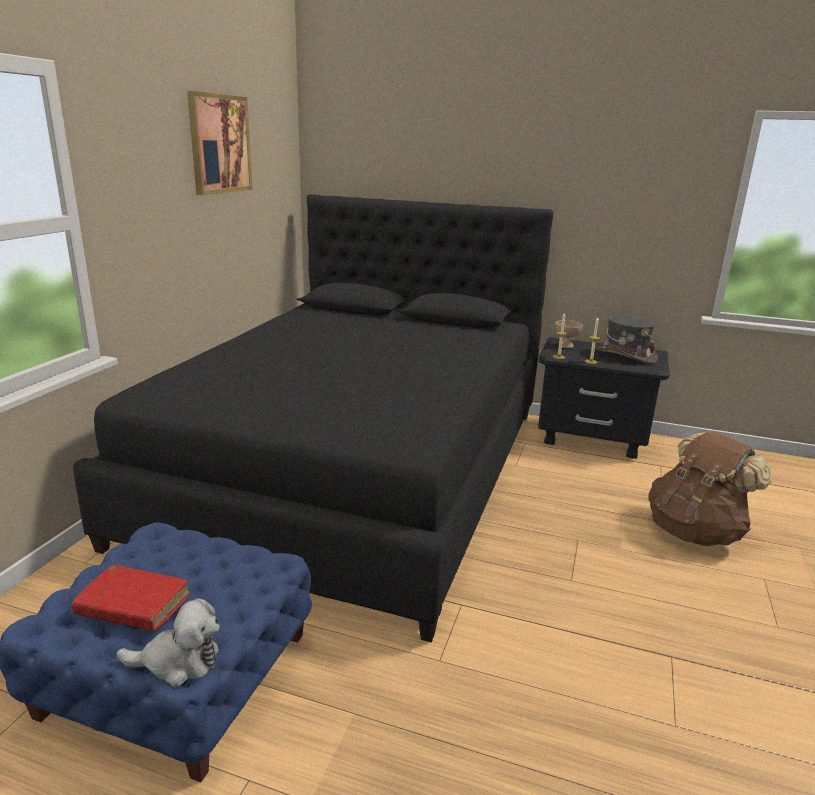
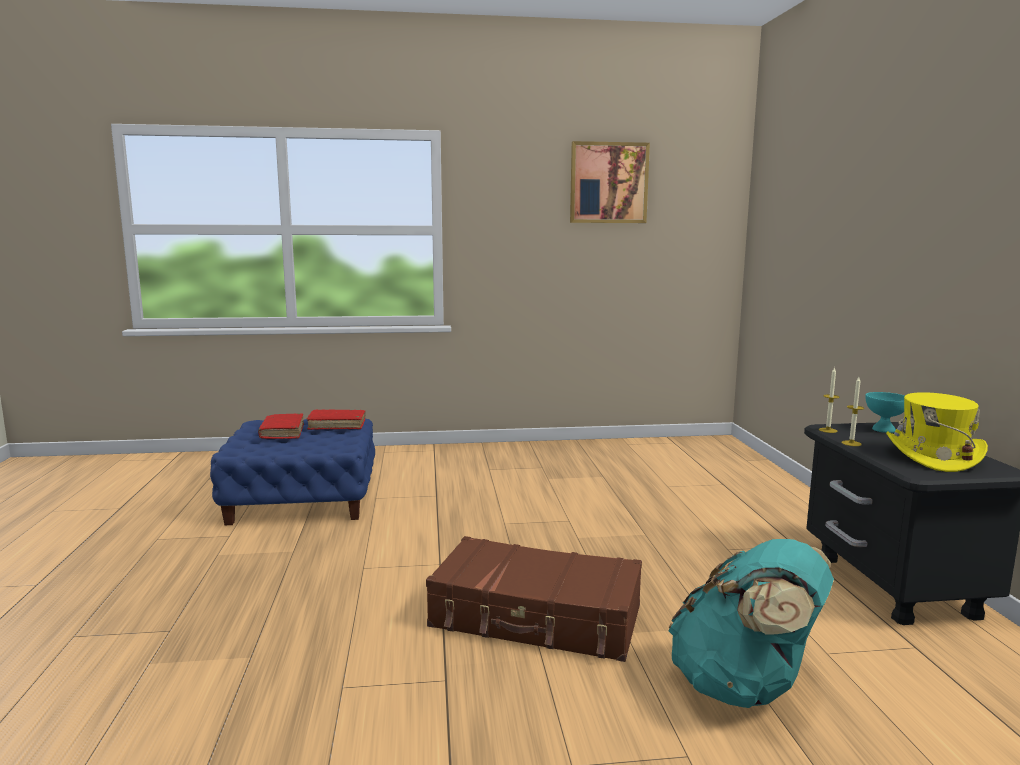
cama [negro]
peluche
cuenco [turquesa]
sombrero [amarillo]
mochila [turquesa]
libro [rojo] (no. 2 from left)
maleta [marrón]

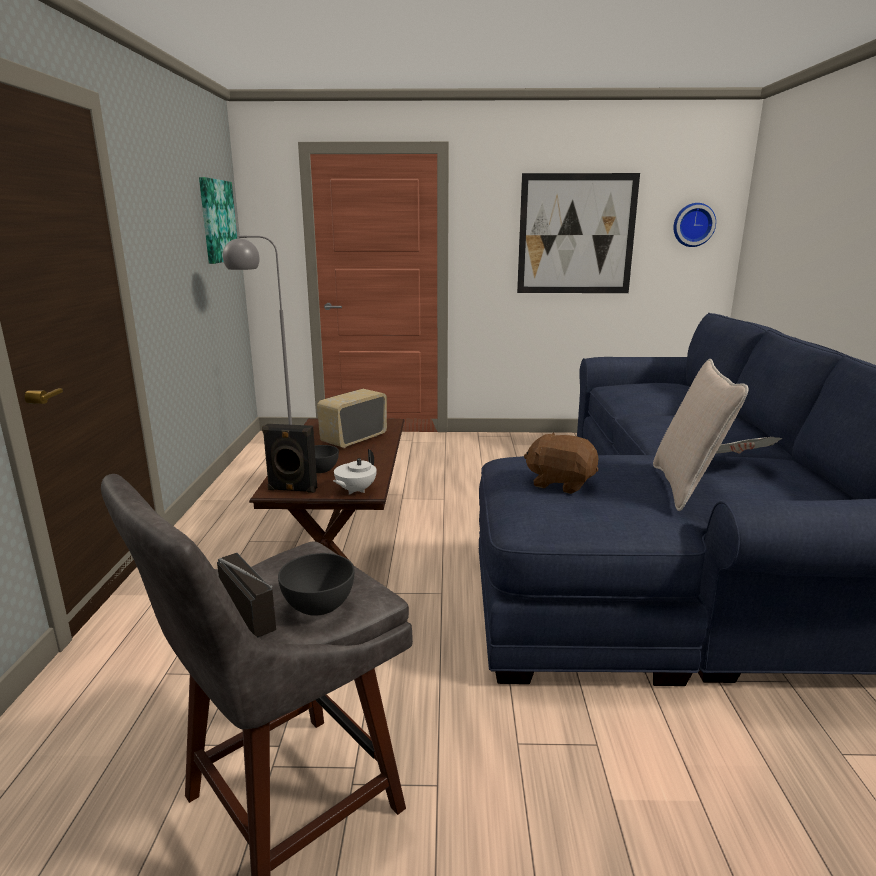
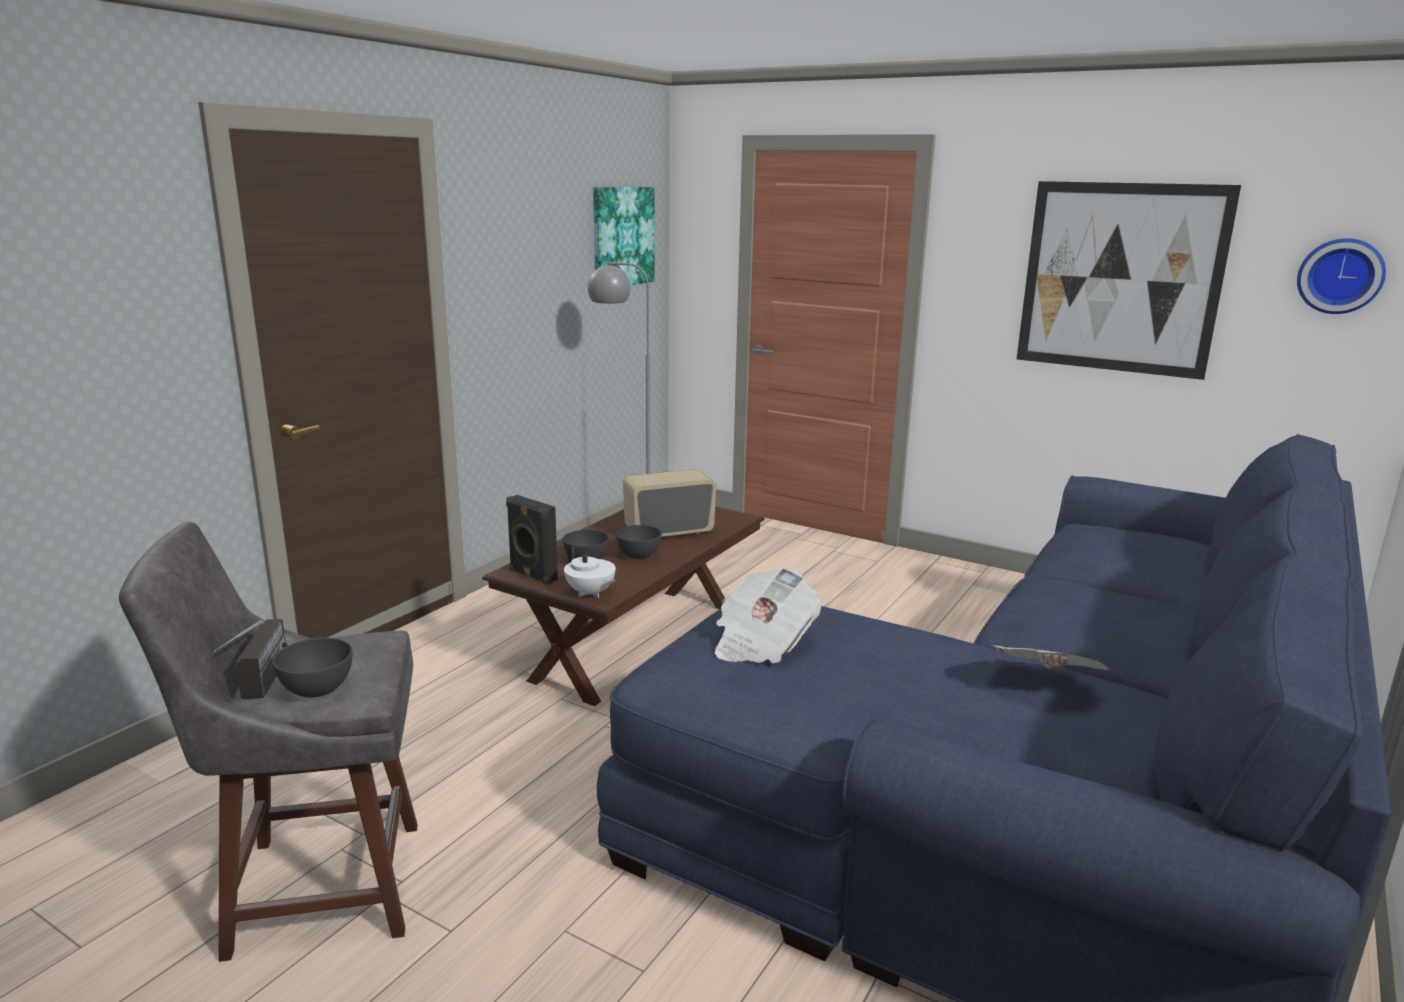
tetera [blanco]
periódico (no. 1 from left)
cojín [beis]
cuenco [gris] (no. 3 from left)

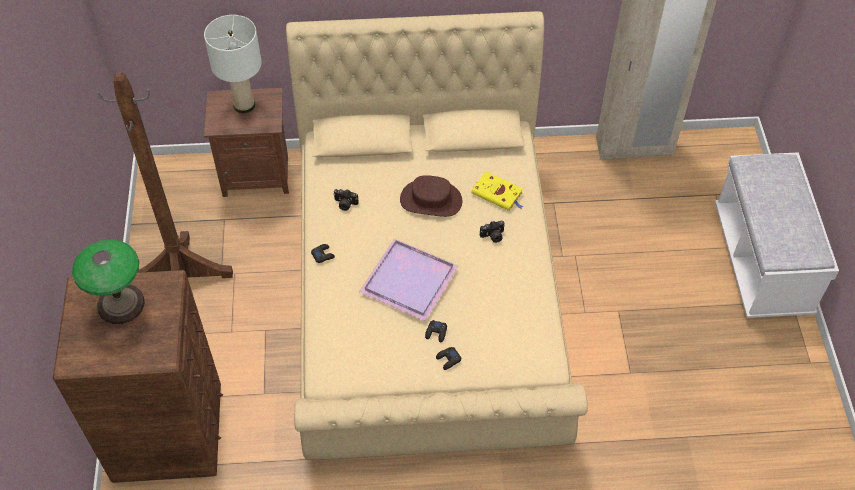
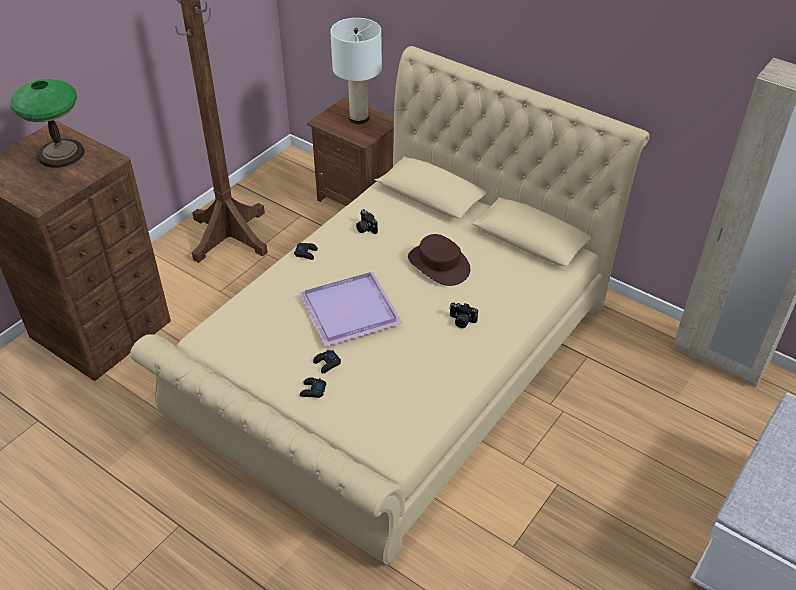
libro [amarillo]

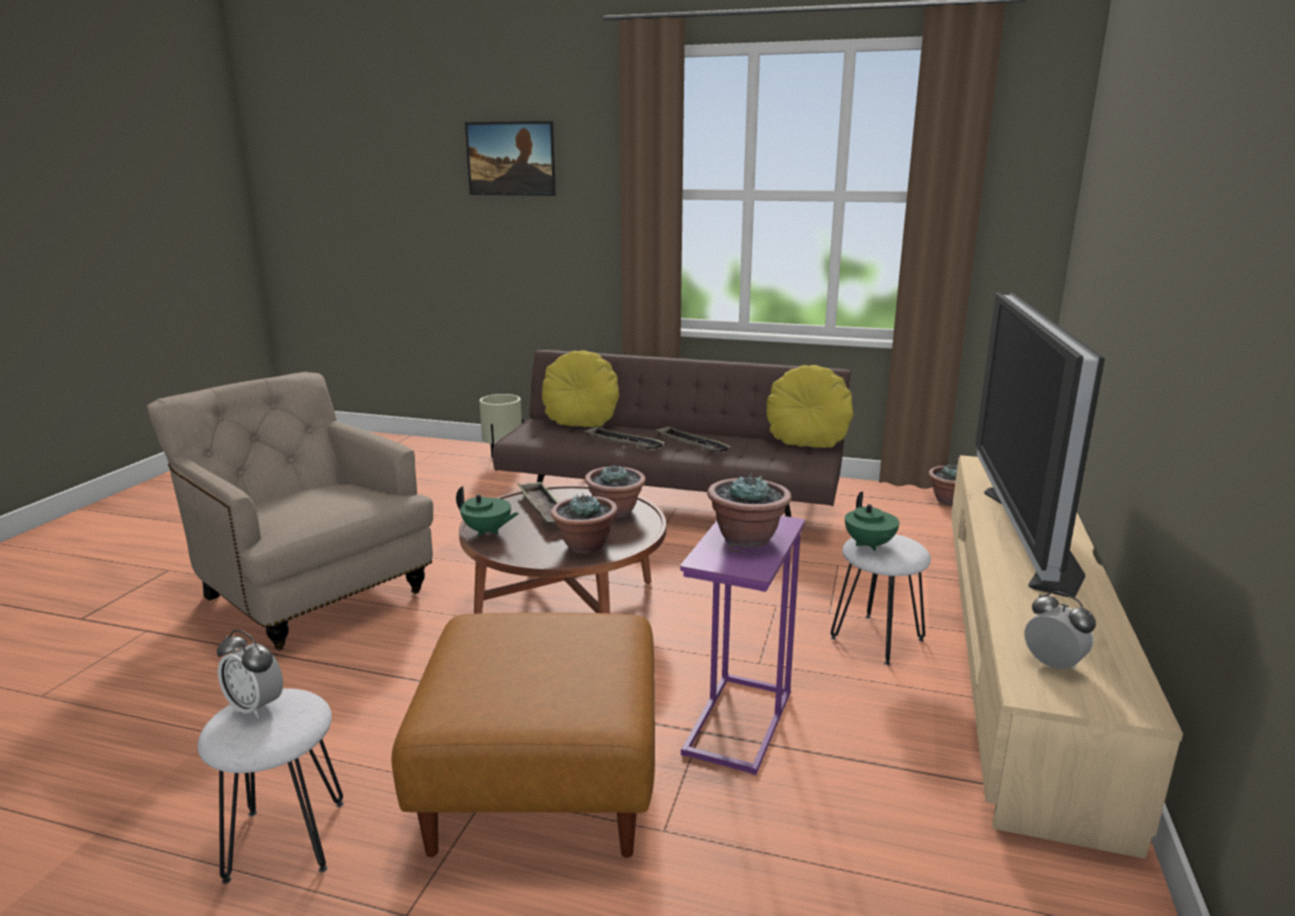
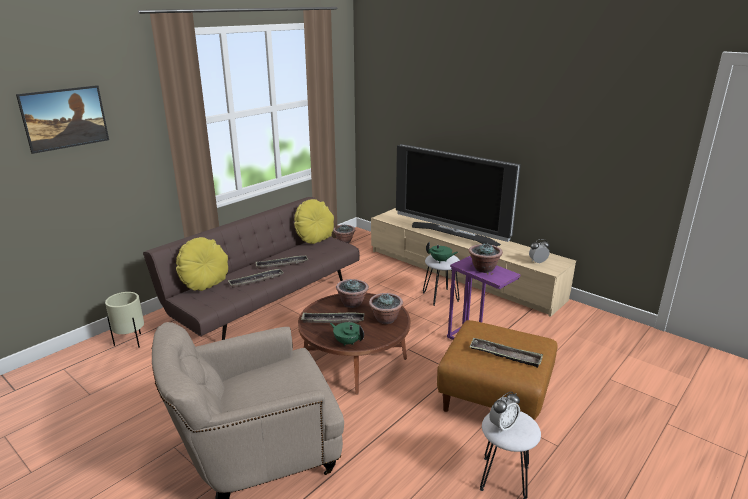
tetera [verde] (no. 1 from left)
bandeja (no. 4 from left)

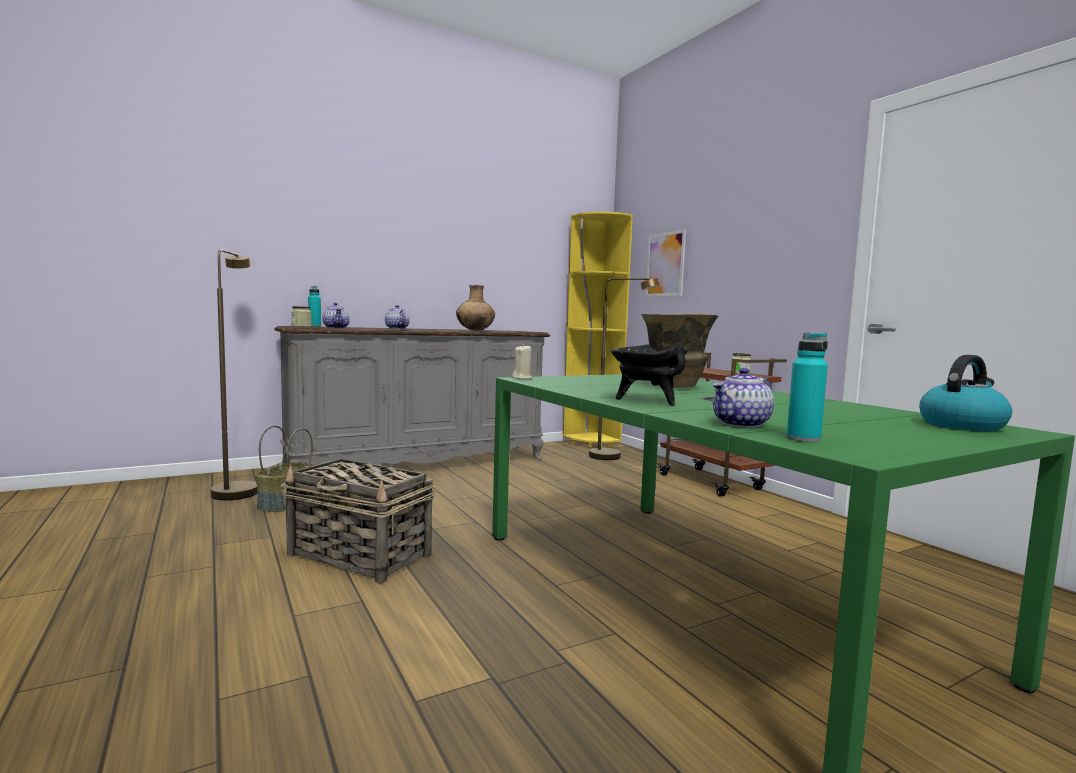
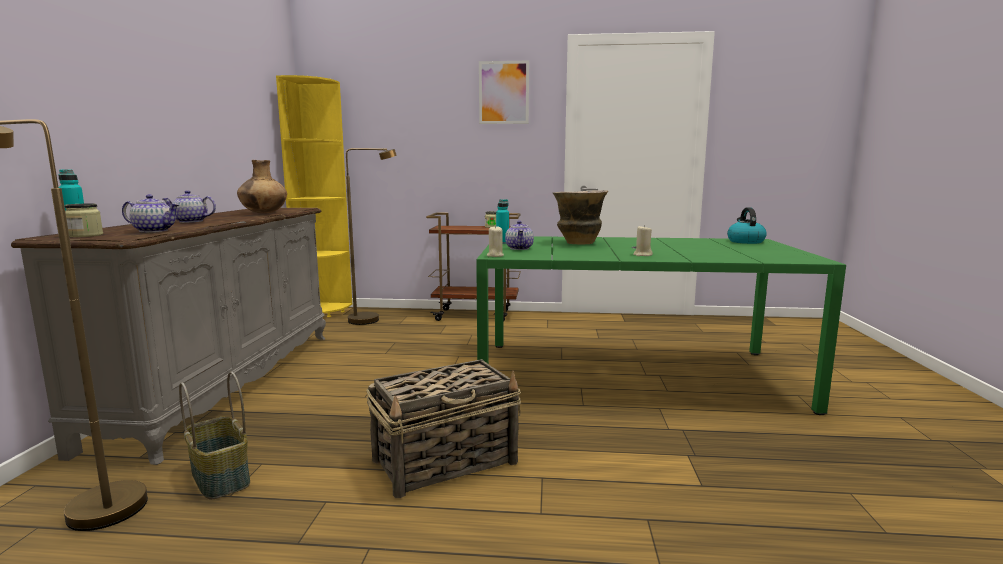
vela [beis] (no. 2 from left)
cuadro
tetera (no. 3 from left)
botella [turquesa] (no. 2 from left)

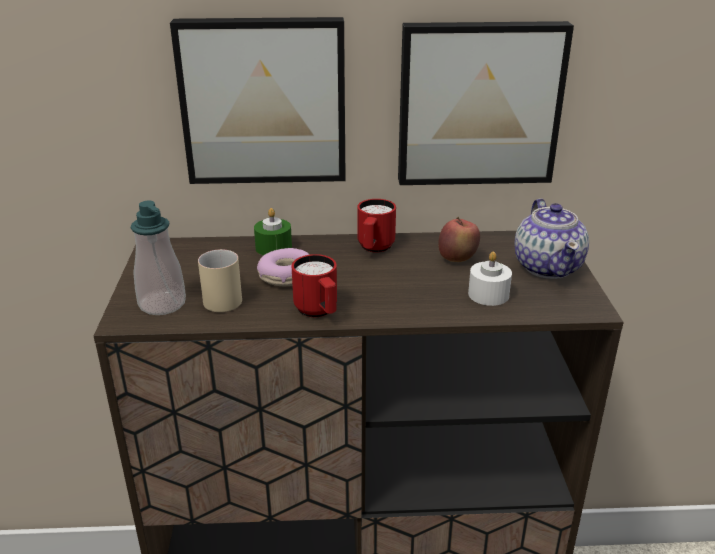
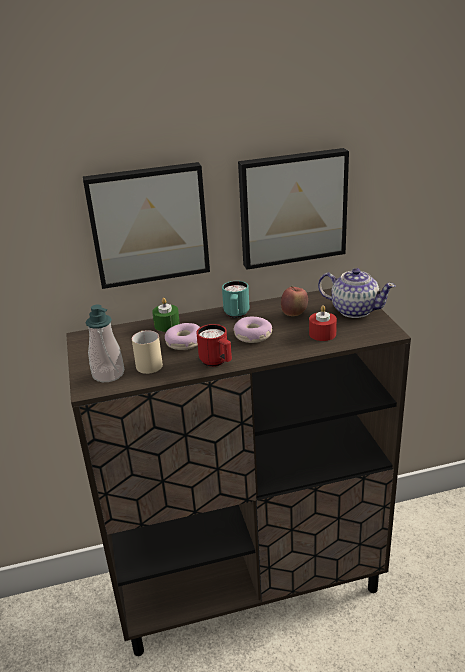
taza grande [turquesa]
vela [rojo]
tetera
rosquilla (no. 2 from left)

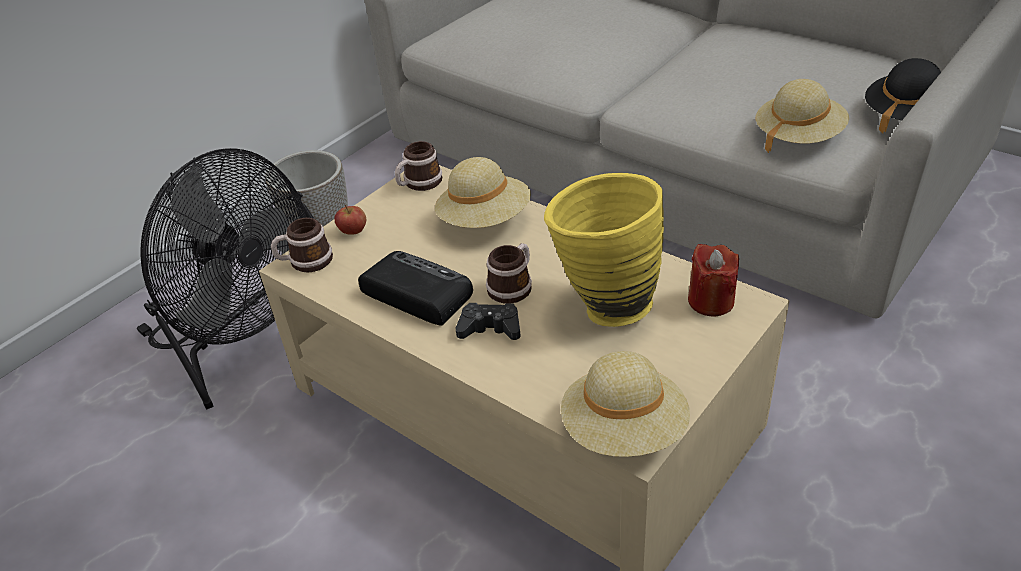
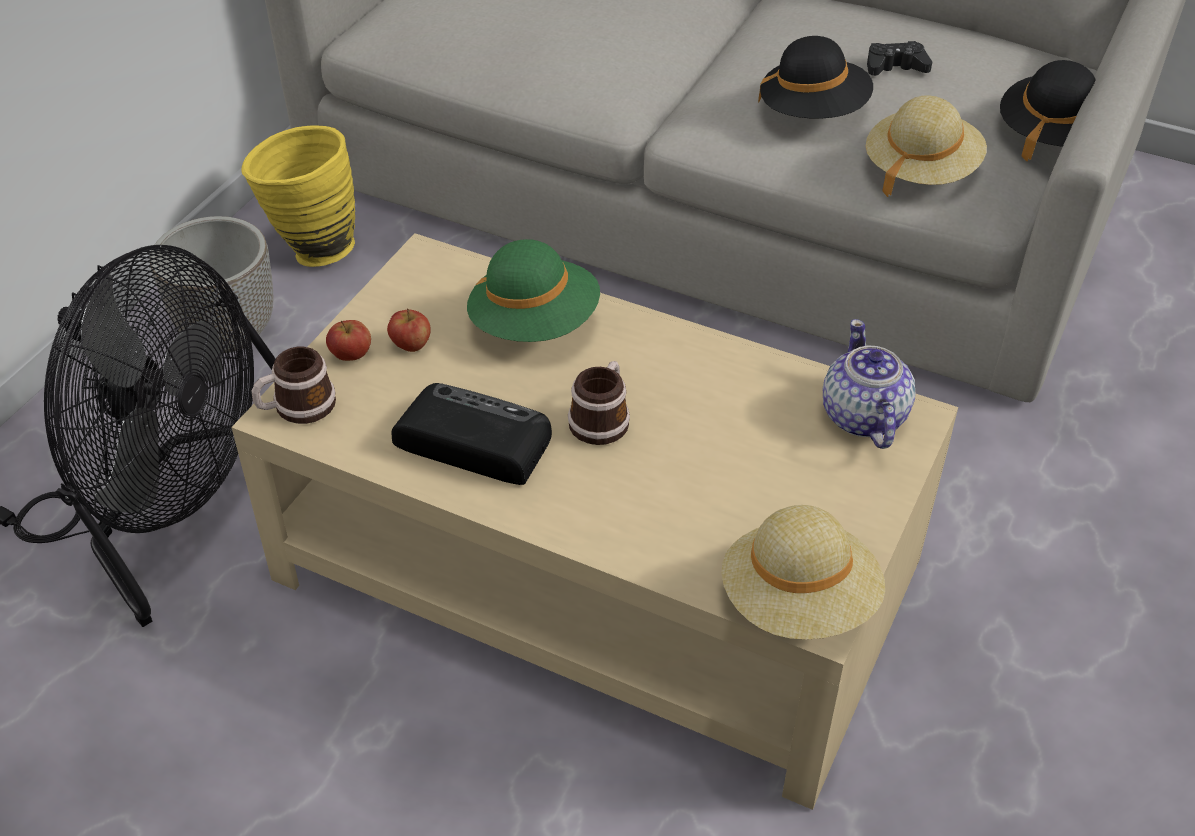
taza grande (no. 2 from left in the first image)
sombrero [verde]
mando de consola [negro]
florero [amarillo]
tetera
manzana (no. 2 from left)
sombrero [negro] (no. 1 from left)

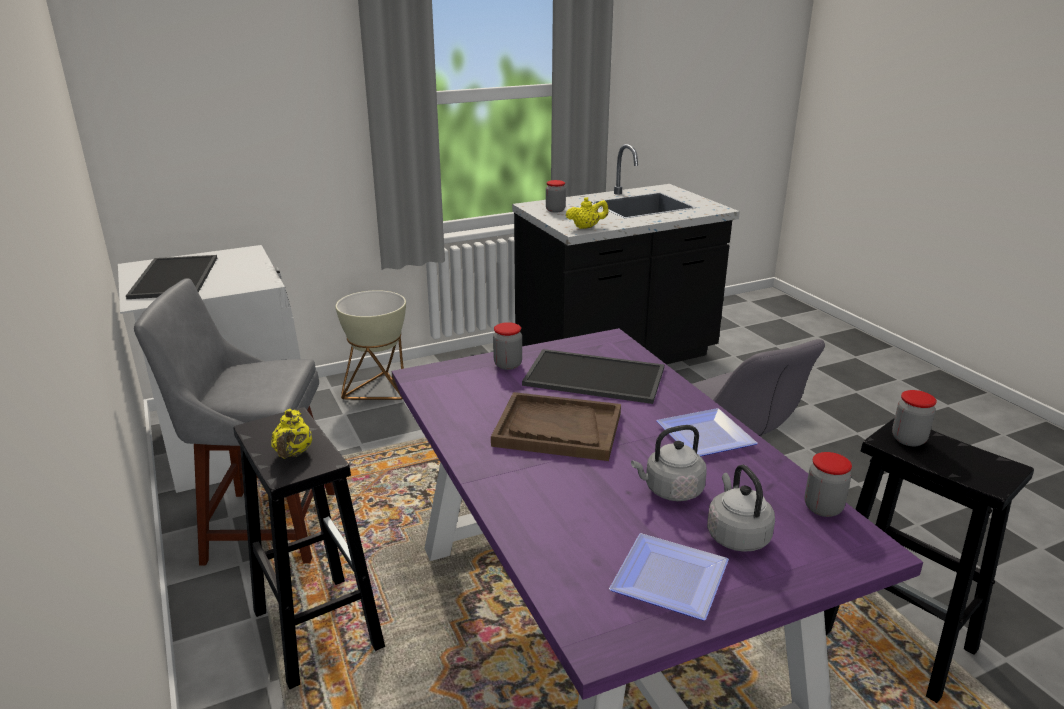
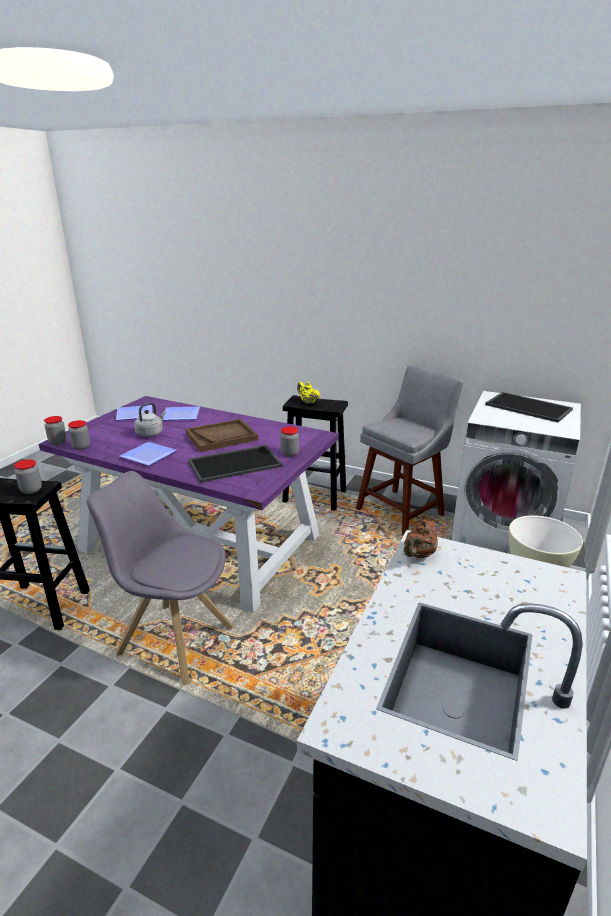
tarro (no. 2 from left)
tetera [marrón]
hervidor [gris] (no. 2 from left in the first image)
plato (no. 3 from left)

